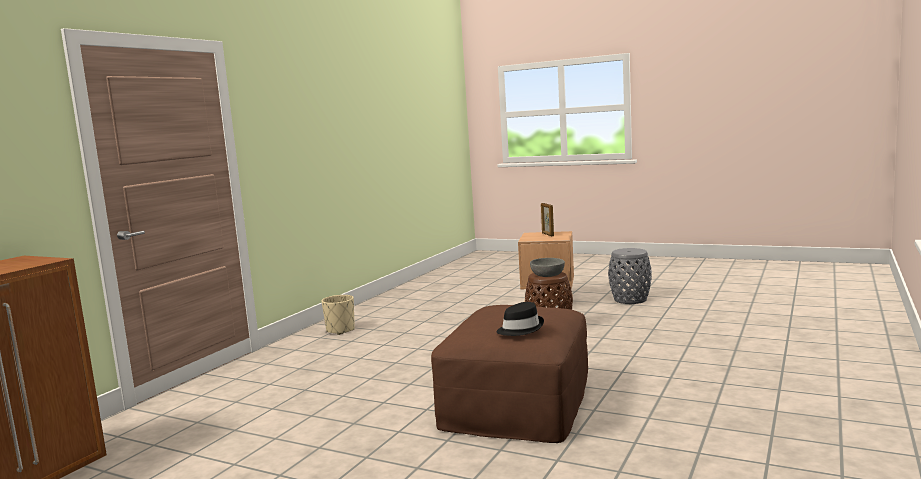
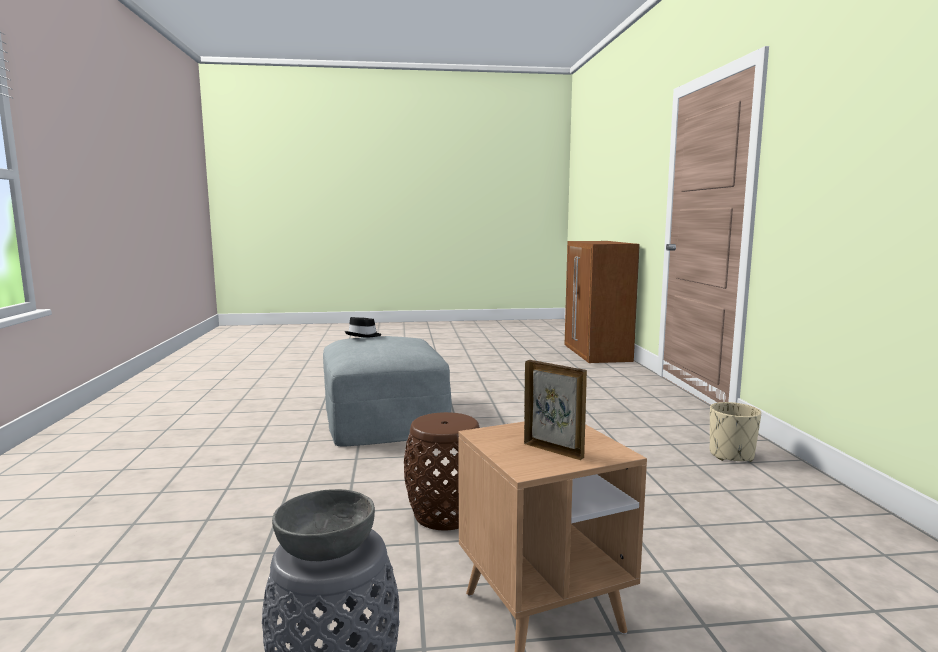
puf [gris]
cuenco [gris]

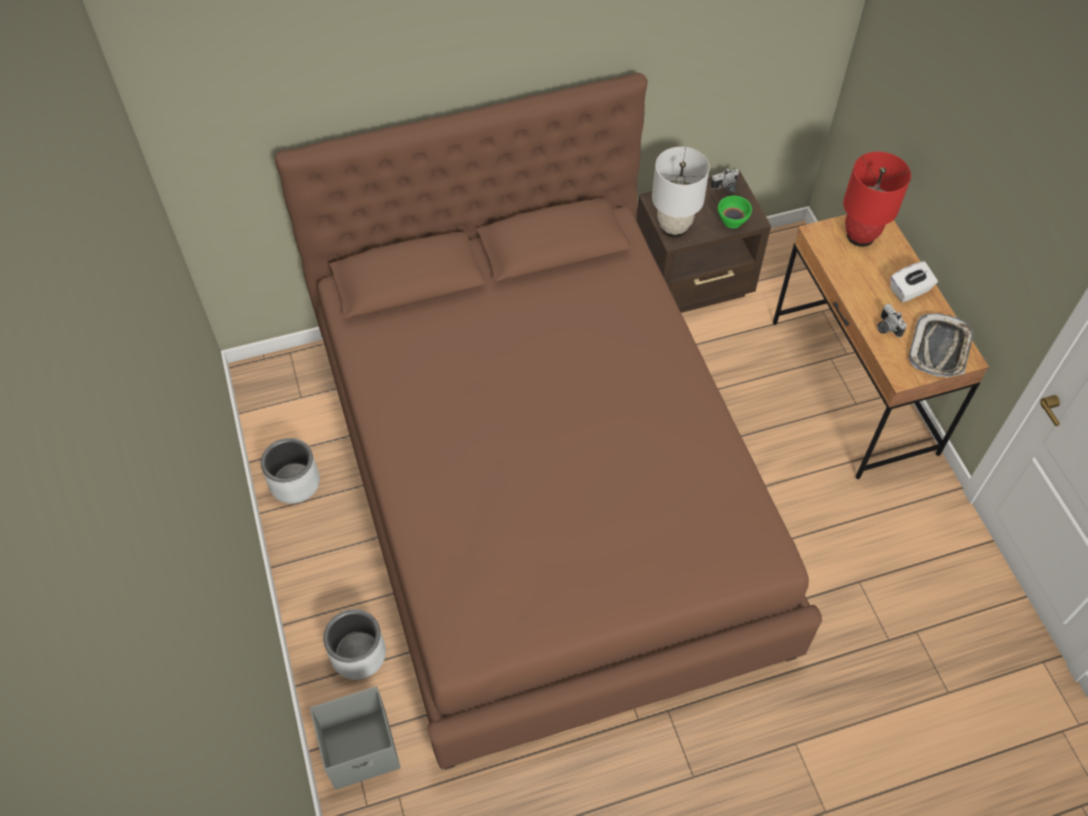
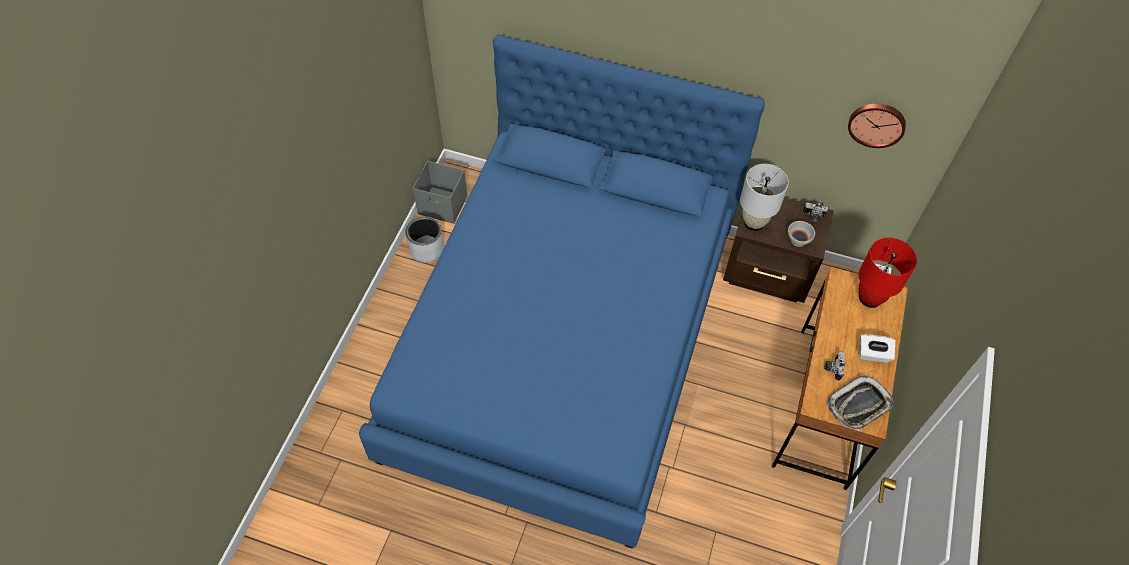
cama [azul]
caja de almacenaje [gris]
maceta [gris] (no. 2 from left in the first image)
cuenco [blanco]
reloj de pared

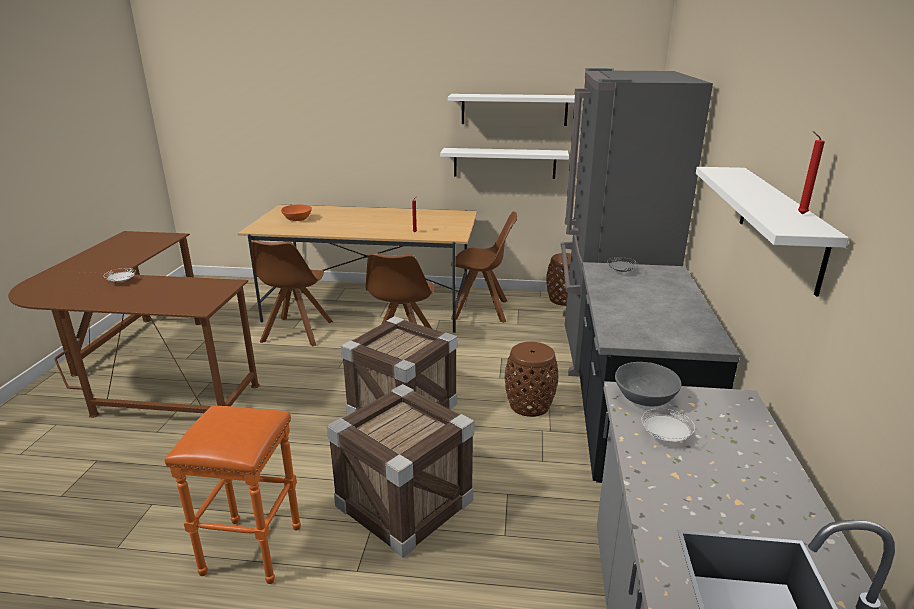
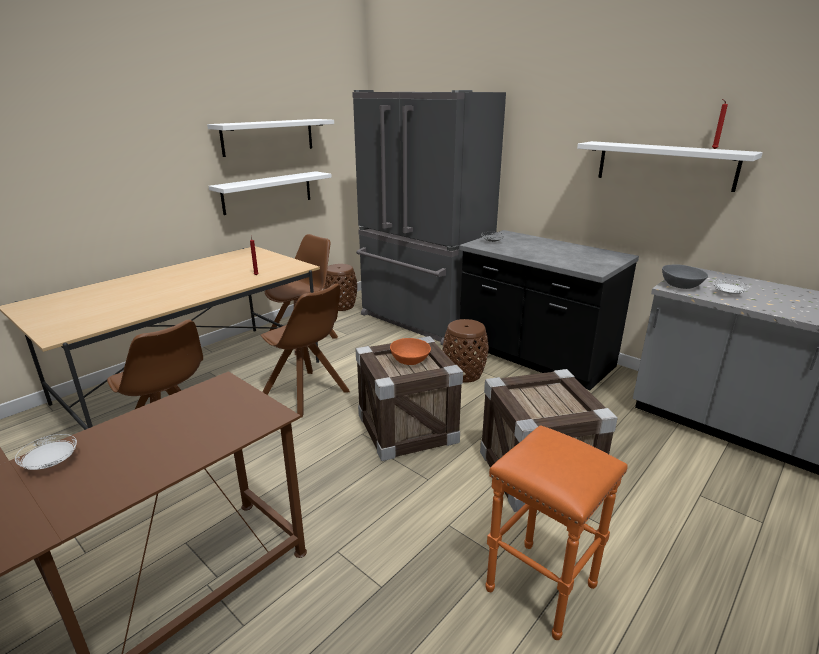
cuenco [naranja]

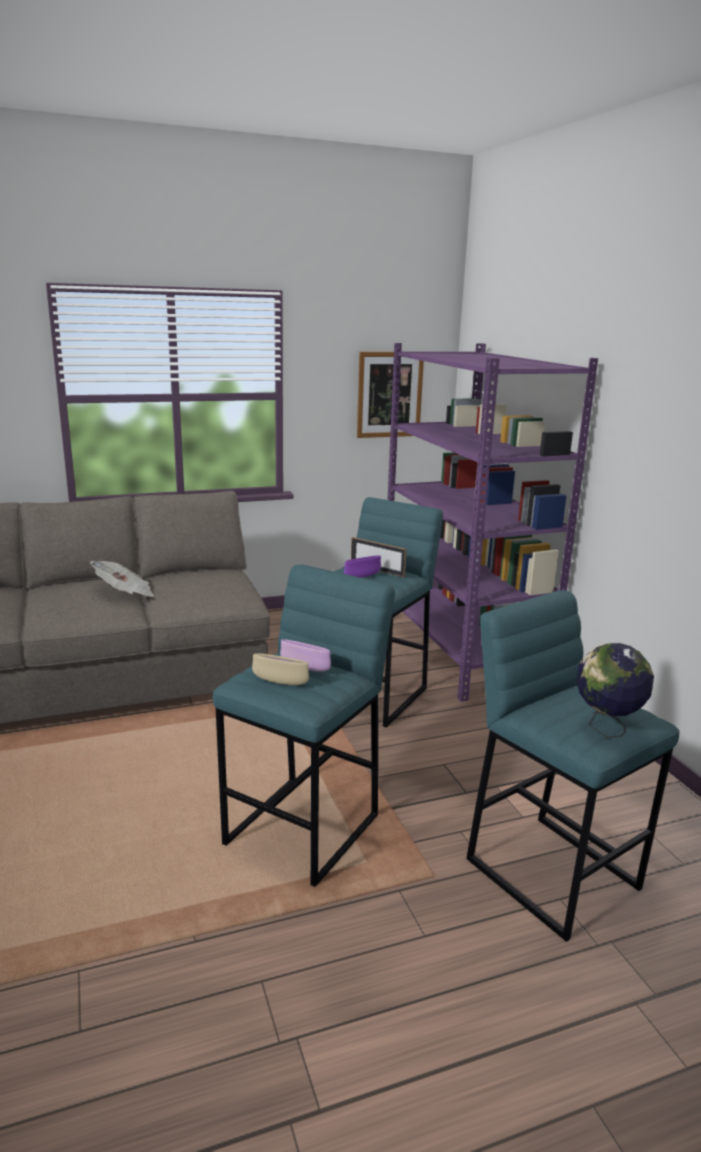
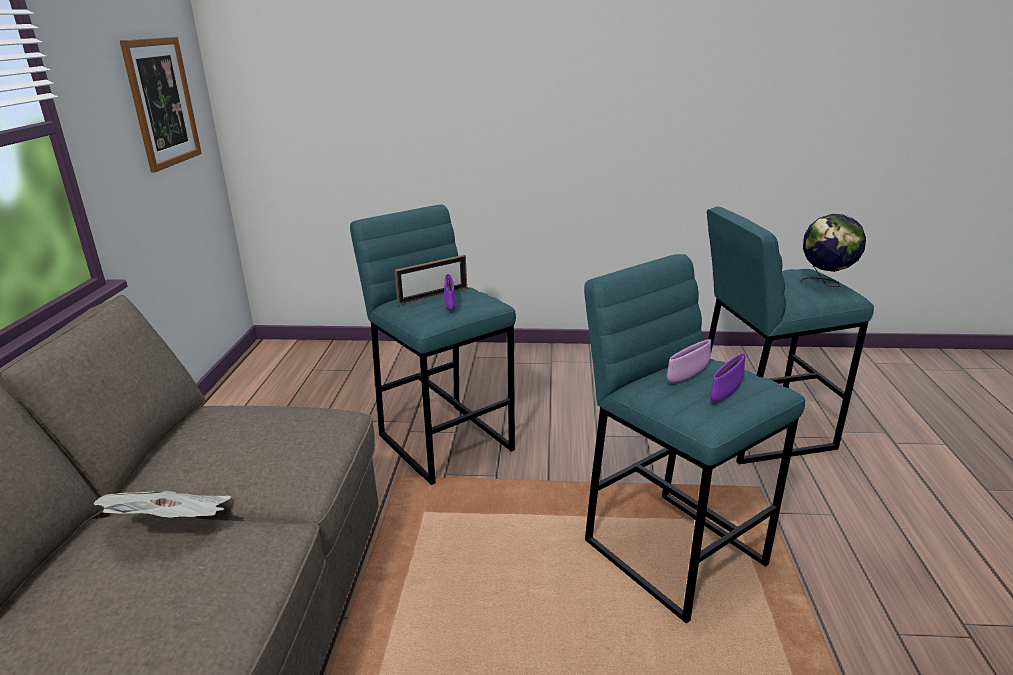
cuenco [morado] (no. 3 from left)
estantería [morado]

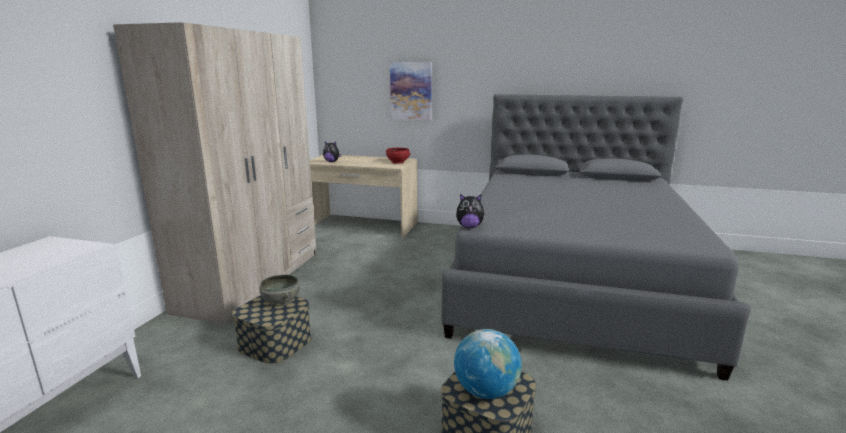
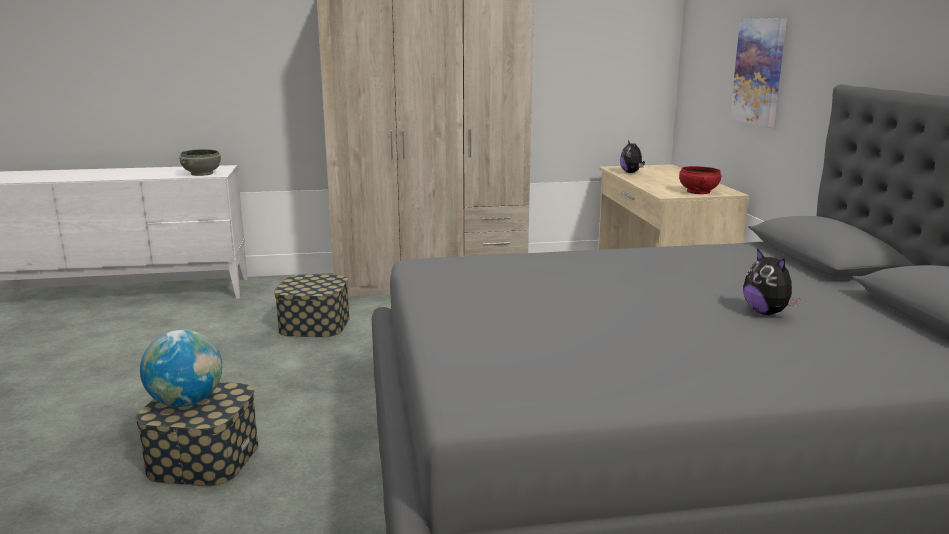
cuenco [gris]
peluche (no. 2 from left)

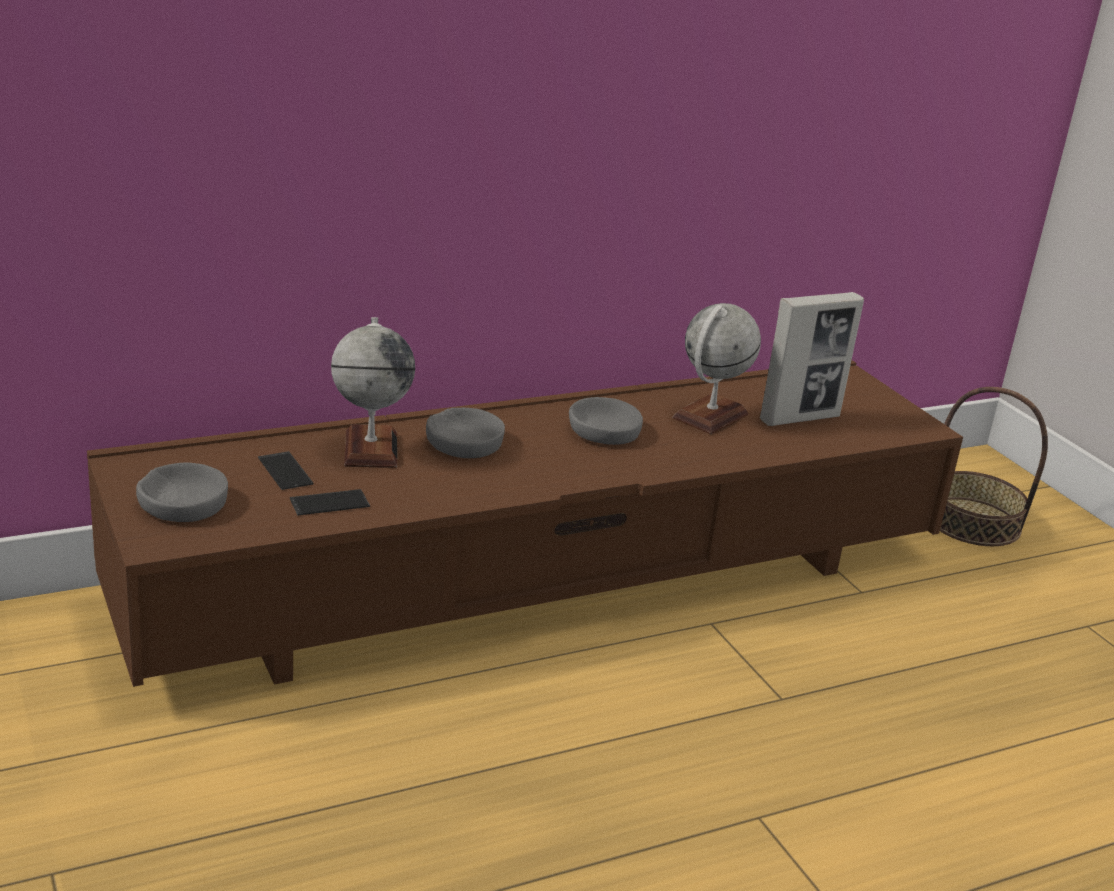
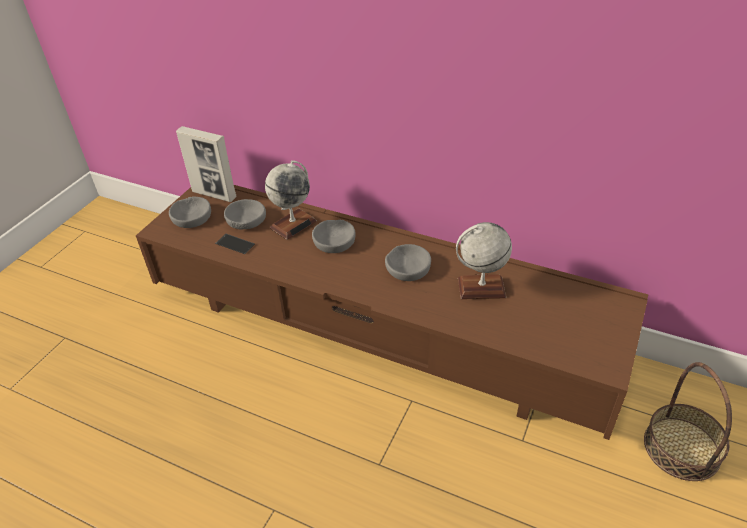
cuenco [gris] (no. 2 from left)
portarretratos

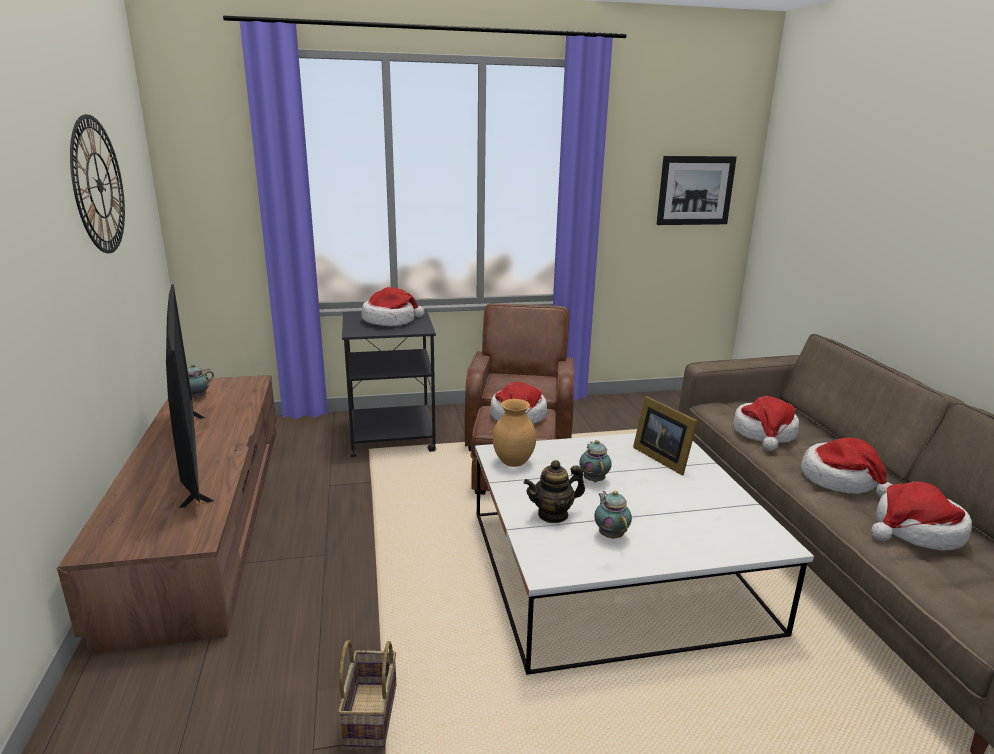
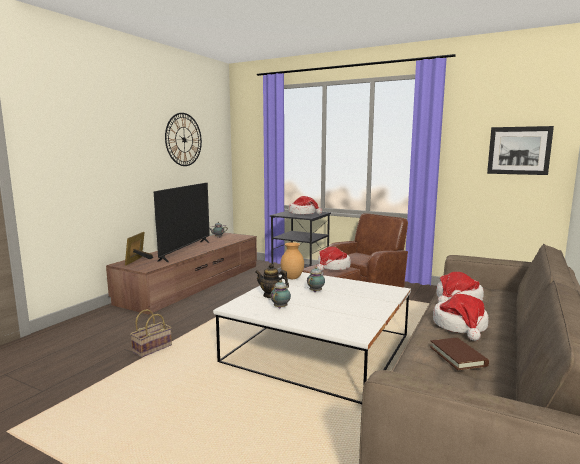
portarretratos
libro [marrón]

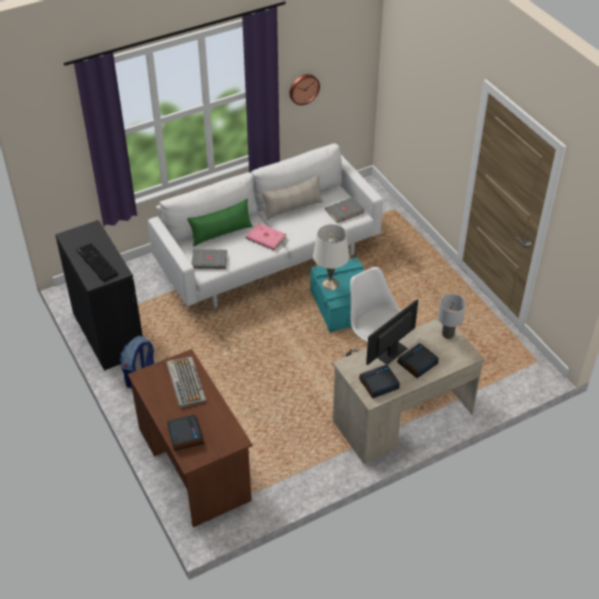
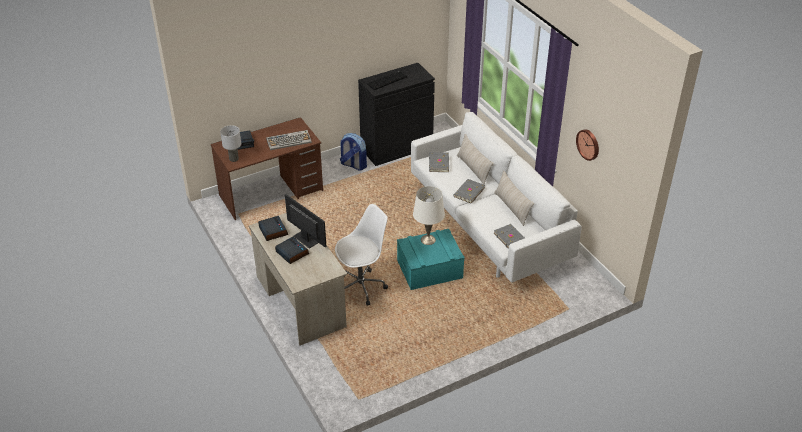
cojín [beis] (no. 1 from left)
libro [gris] (no. 2 from left)
lámpara de mesa [blanco] (no. 1 from left)

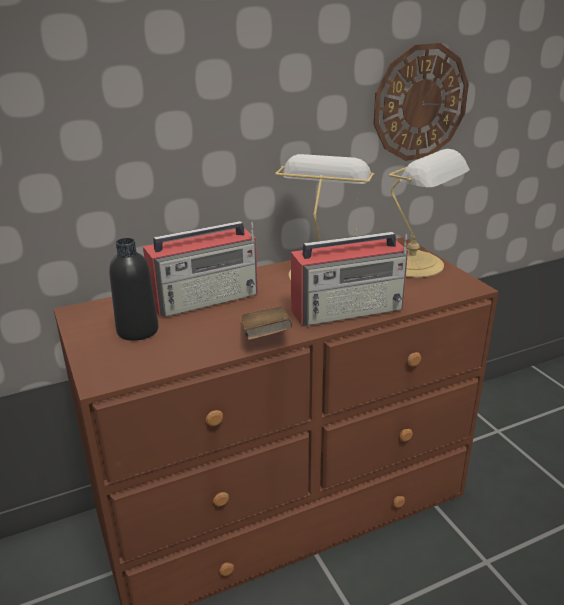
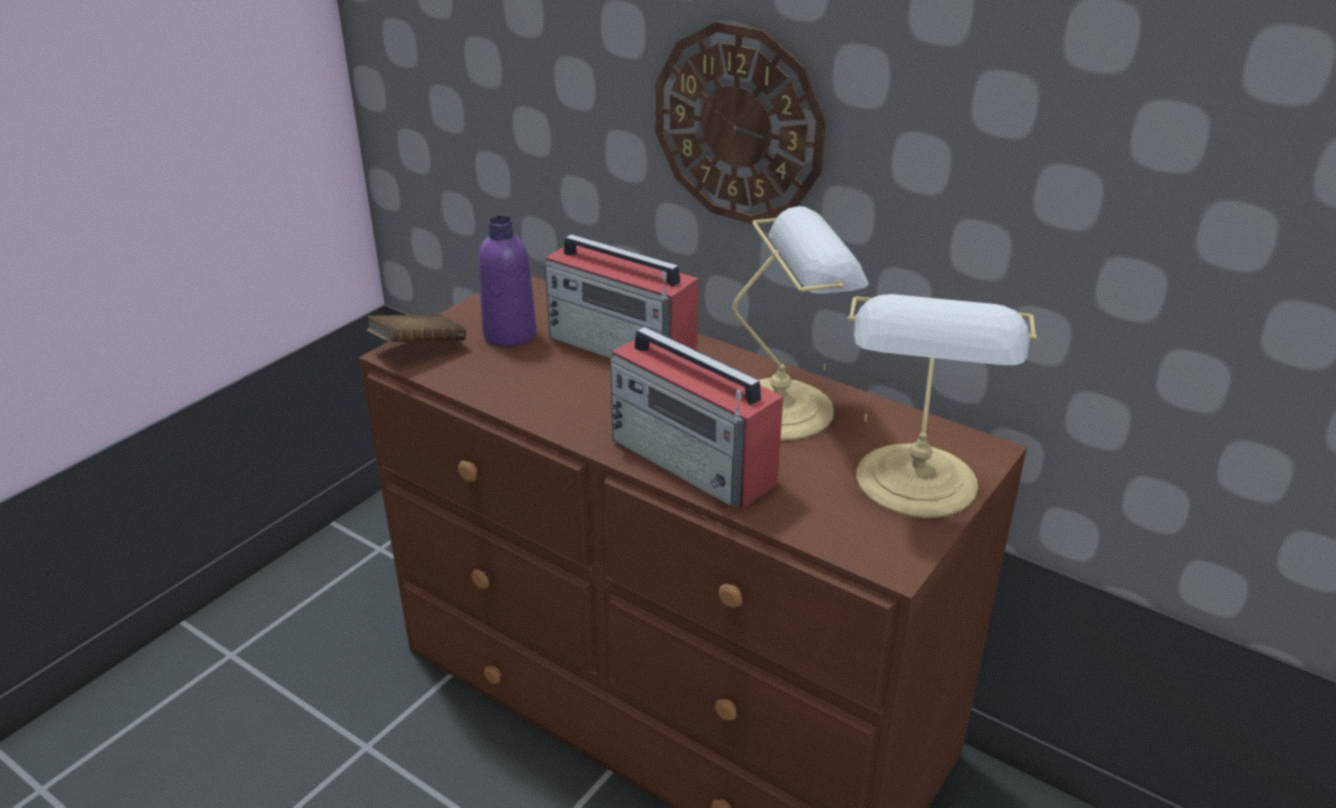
botella [morado]
libro [marrón]
reloj de pared

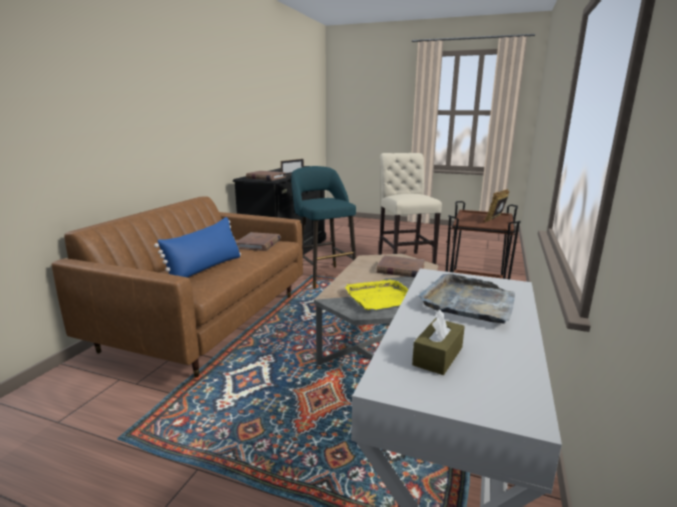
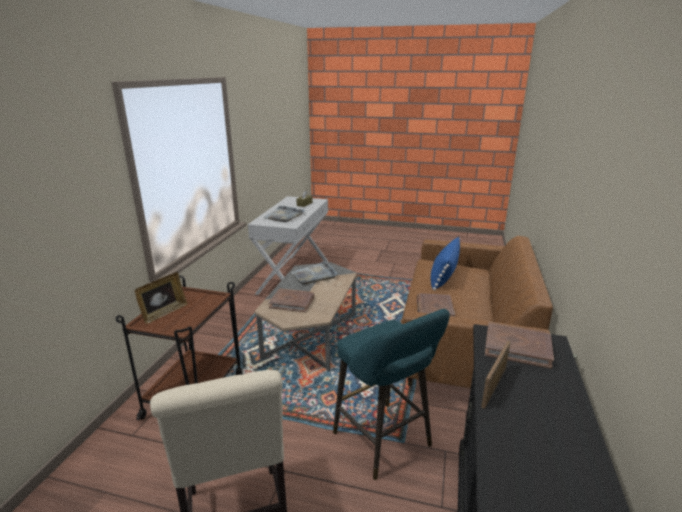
bandeja [gris] (no. 2 from left)

